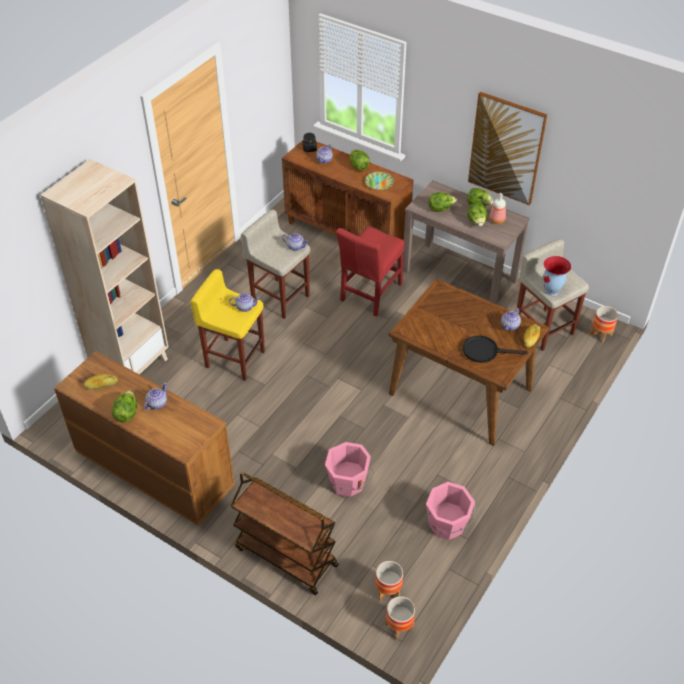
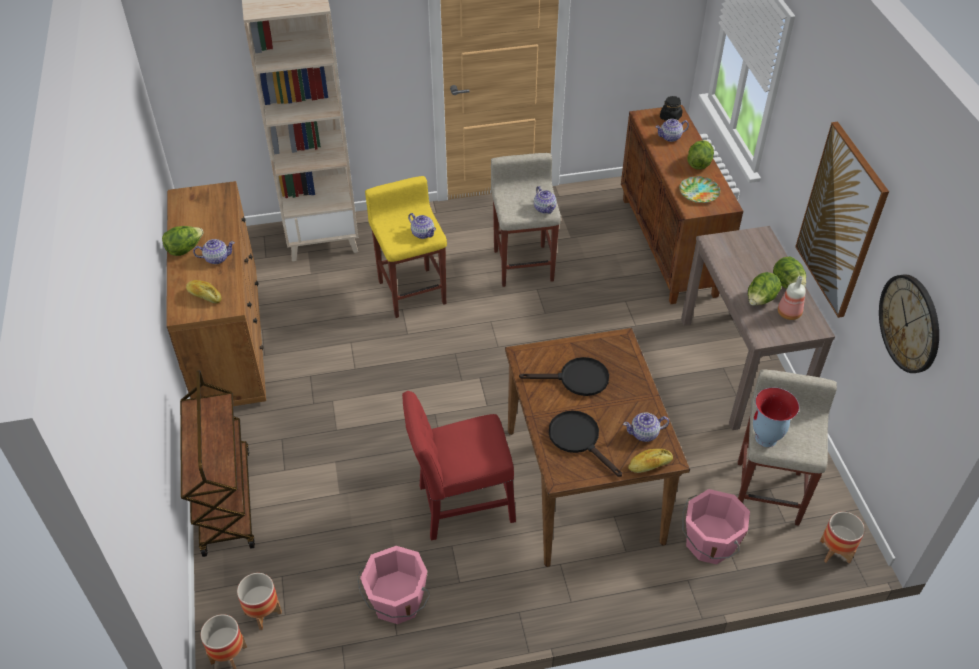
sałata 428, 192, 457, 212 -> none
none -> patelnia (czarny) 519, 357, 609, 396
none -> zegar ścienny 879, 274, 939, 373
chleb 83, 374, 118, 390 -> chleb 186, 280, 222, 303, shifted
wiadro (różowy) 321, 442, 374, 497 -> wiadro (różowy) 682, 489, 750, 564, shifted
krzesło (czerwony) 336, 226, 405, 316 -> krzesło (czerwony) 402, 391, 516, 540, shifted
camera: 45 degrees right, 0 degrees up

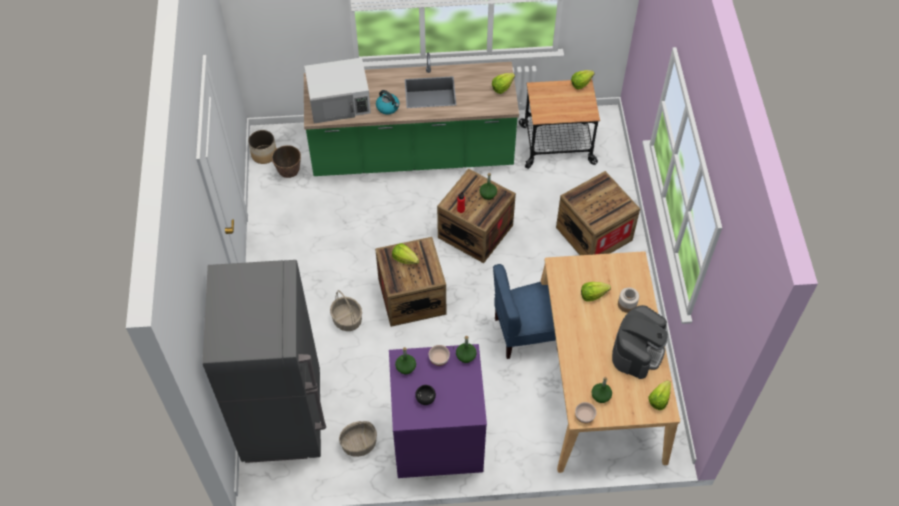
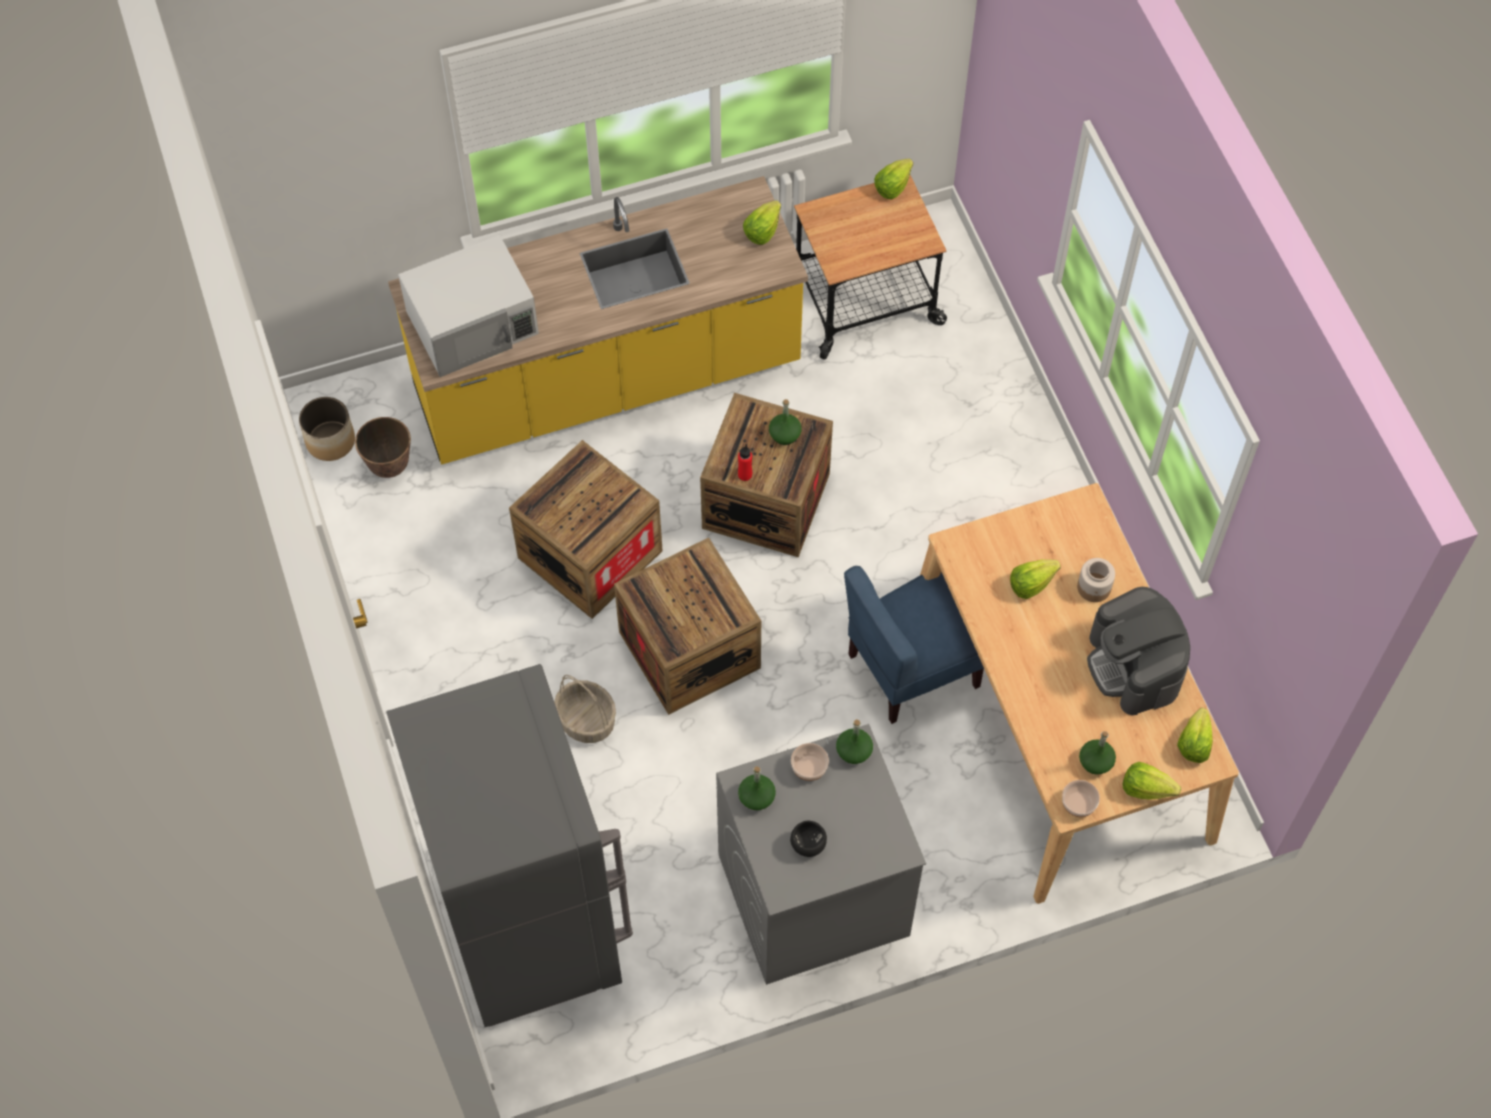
koszyk 339, 421, 377, 457 -> none
czajnik 376, 90, 399, 115 -> none
sałata 392, 243, 419, 264 -> sałata 1123, 762, 1181, 800, shifted
skrzynka 556, 171, 640, 255 -> skrzynka 509, 440, 663, 619, shifted
zabudowa kuchenna (zielony) 304, 52, 519, 176 -> zabudowa kuchenna (żółty) 388, 176, 808, 464
pralka (fioletowy) 389, 344, 487, 478 -> pralka (szary) 716, 724, 926, 985
ekspres do kawy 612, 305, 668, 379 -> ekspres do kawy 1087, 587, 1190, 715, 150 degrees clockwise
camera: 15 degrees left, 5 degrees up

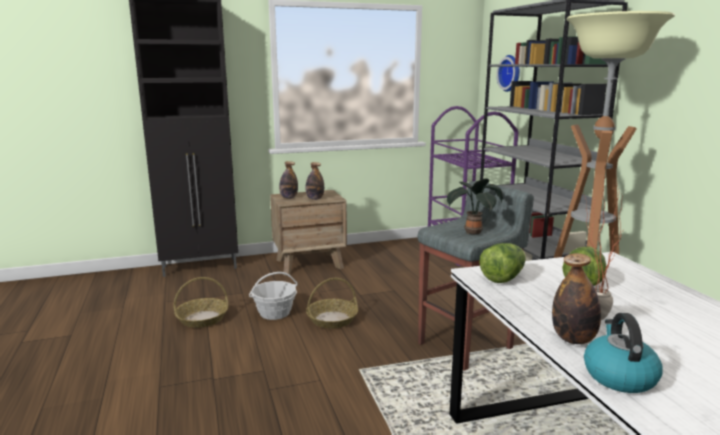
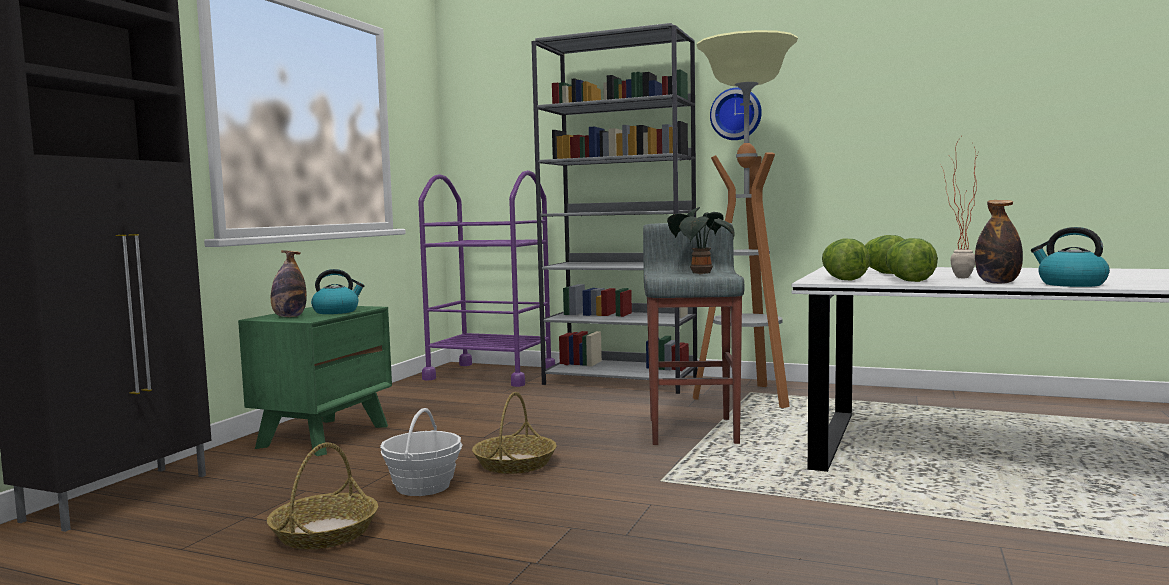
none -> sałata 885, 238, 938, 282
zegar ścienny 496, 55, 520, 92 -> zegar ścienny 710, 88, 762, 140, shifted
butelka 306, 162, 324, 200 -> czajnik 311, 269, 365, 314
szafka nocna (brązowy) 270, 190, 347, 276 -> szafka nocna (zielony) 238, 306, 392, 456
camera: 50 degrees left, 10 degrees down

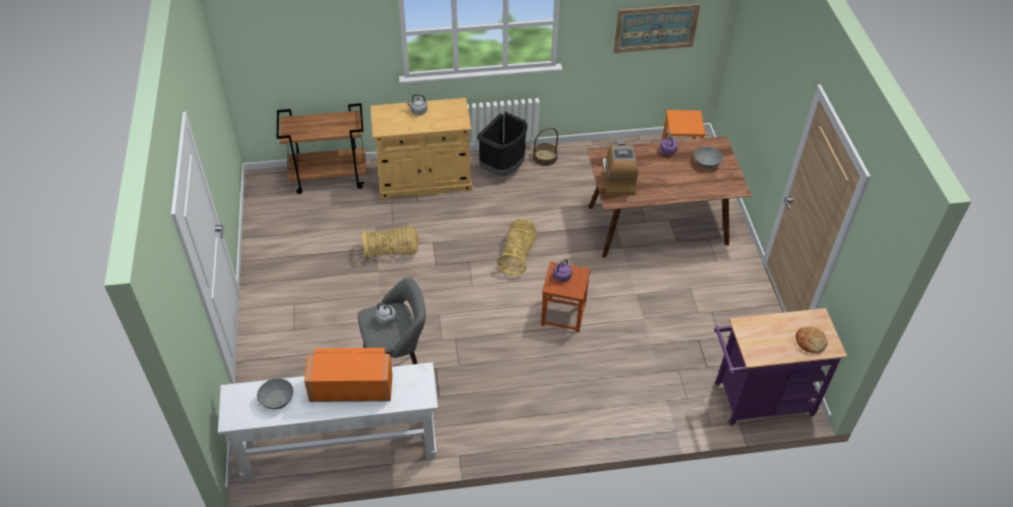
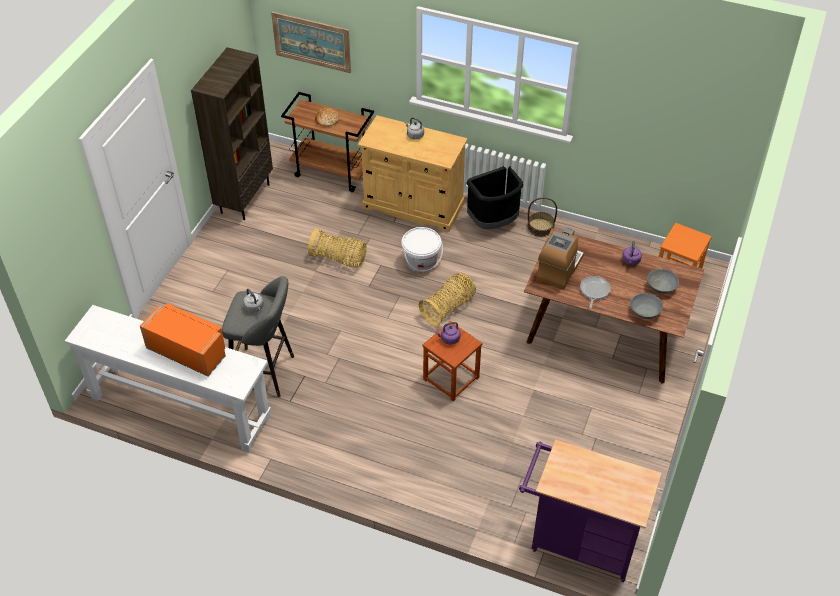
none -> regał (brązowy) 191, 47, 273, 220
none -> wiadro (biały) 402, 227, 443, 273
none -> patelnia 580, 276, 610, 309
miska (szary) 257, 378, 293, 409 -> miska (szary) 630, 293, 663, 319, shifted
obraz 614, 4, 700, 53 -> obraz 271, 12, 351, 73, shifted
chleb 796, 327, 828, 353 -> chleb 315, 108, 339, 127, shifted
camera: 30 degrees right, 0 degrees up

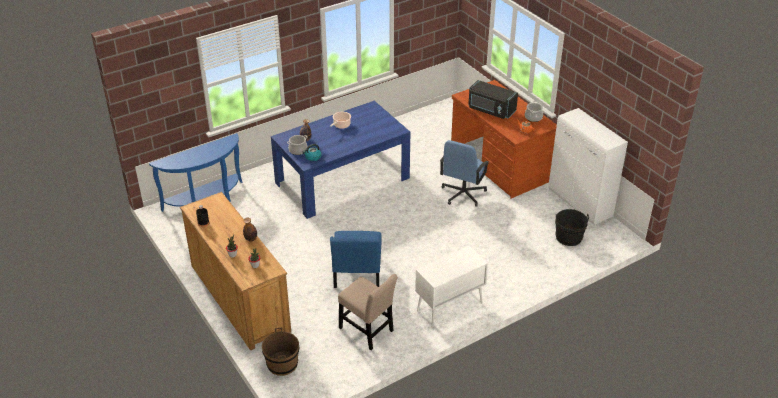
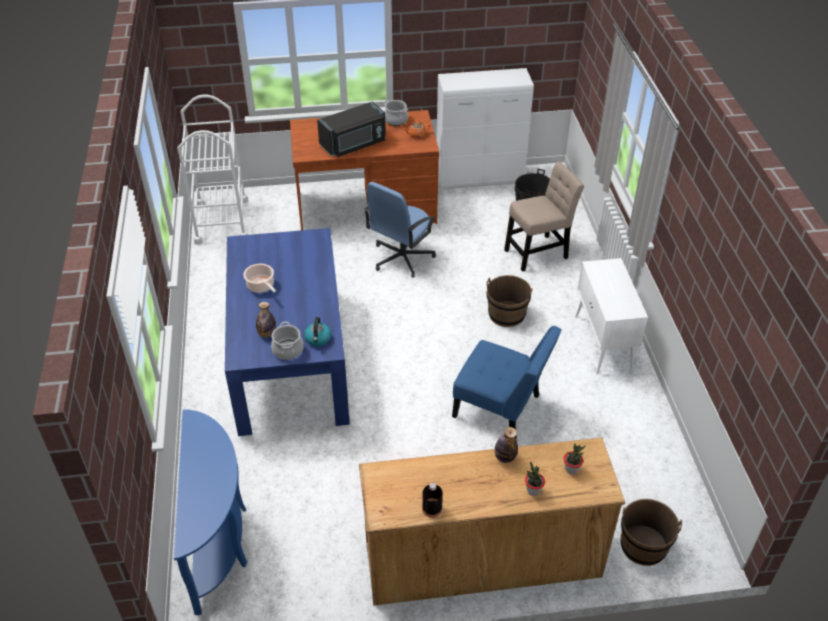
none -> wózek (biały) 177, 94, 248, 245
none -> wiadro (brązowy) 486, 275, 533, 327
krzesło (beżowy) 338, 274, 398, 350 -> krzesło (beżowy) 504, 162, 584, 272, shifted
krzesło biurowe (niebieski) 440, 140, 489, 207 -> krzesło biurowe (niebieski) 364, 182, 436, 278, 75 degrees clockwise
camera: 65 degrees left, 5 degrees up

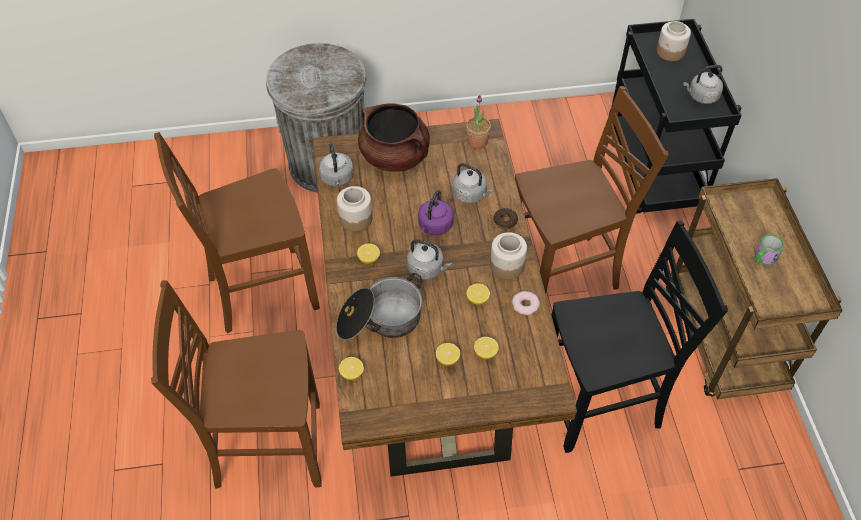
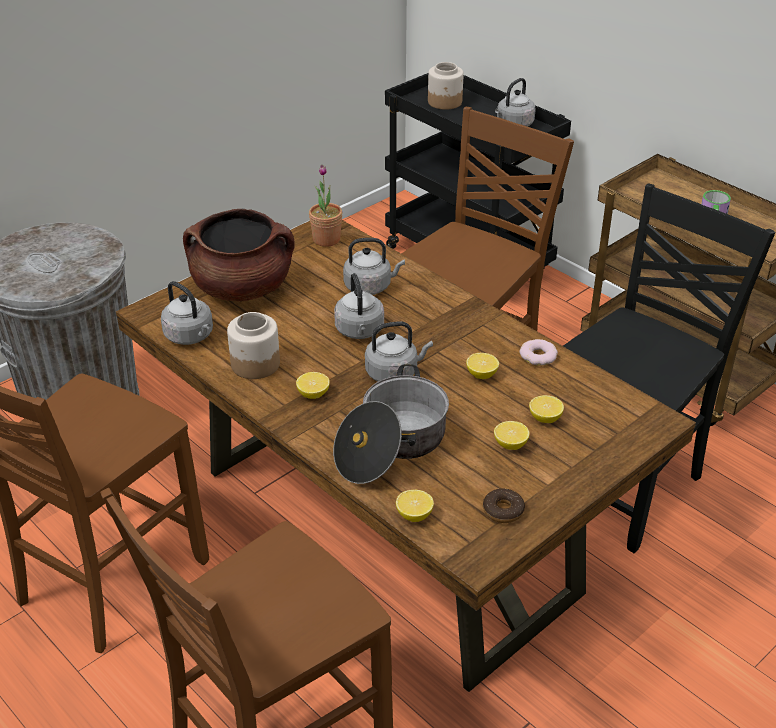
słoik 490, 232, 527, 279 -> none
donut 493, 208, 518, 229 -> donut 483, 488, 525, 523, shifted
czajnik (fioletowy) 418, 190, 454, 235 -> czajnik (szary) 334, 273, 384, 339
camera: 35 degrees left, 15 degrees down

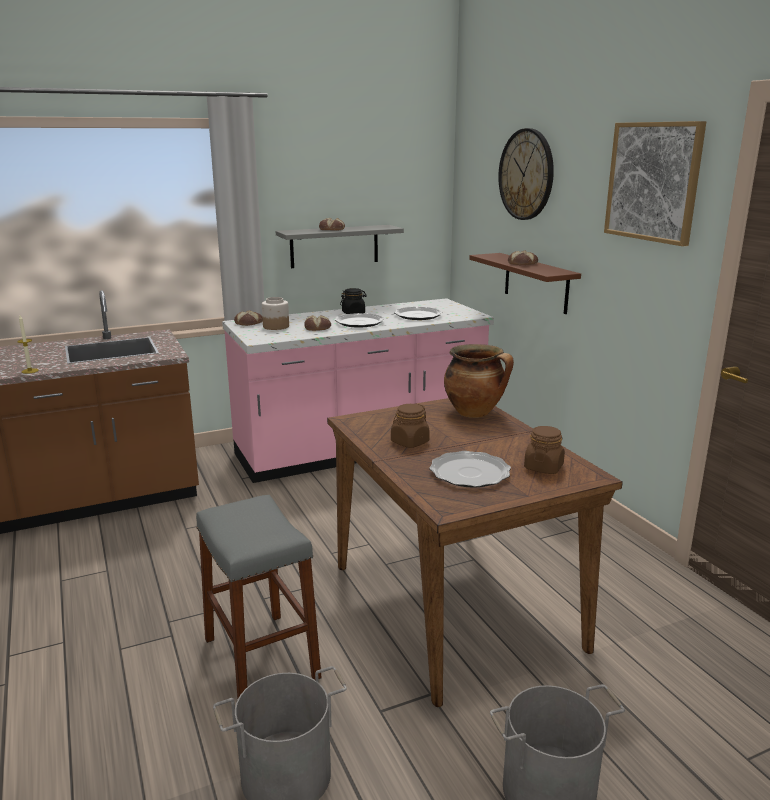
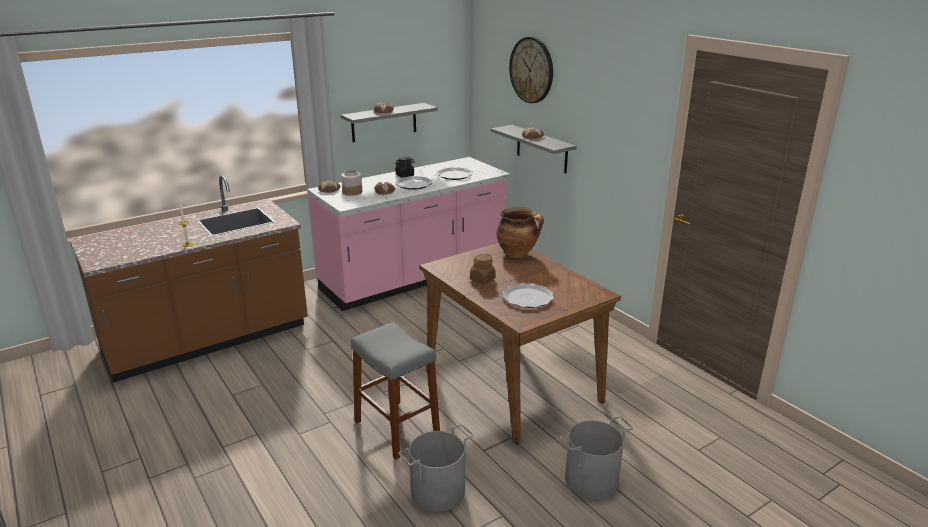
słoik (brązowy) 524, 426, 565, 474 -> none
obraz 604, 121, 706, 246 -> none
półka (brązowy) 469, 253, 581, 314 -> półka (szary) 491, 125, 576, 173
camera: 10 degrees left, 5 degrees up

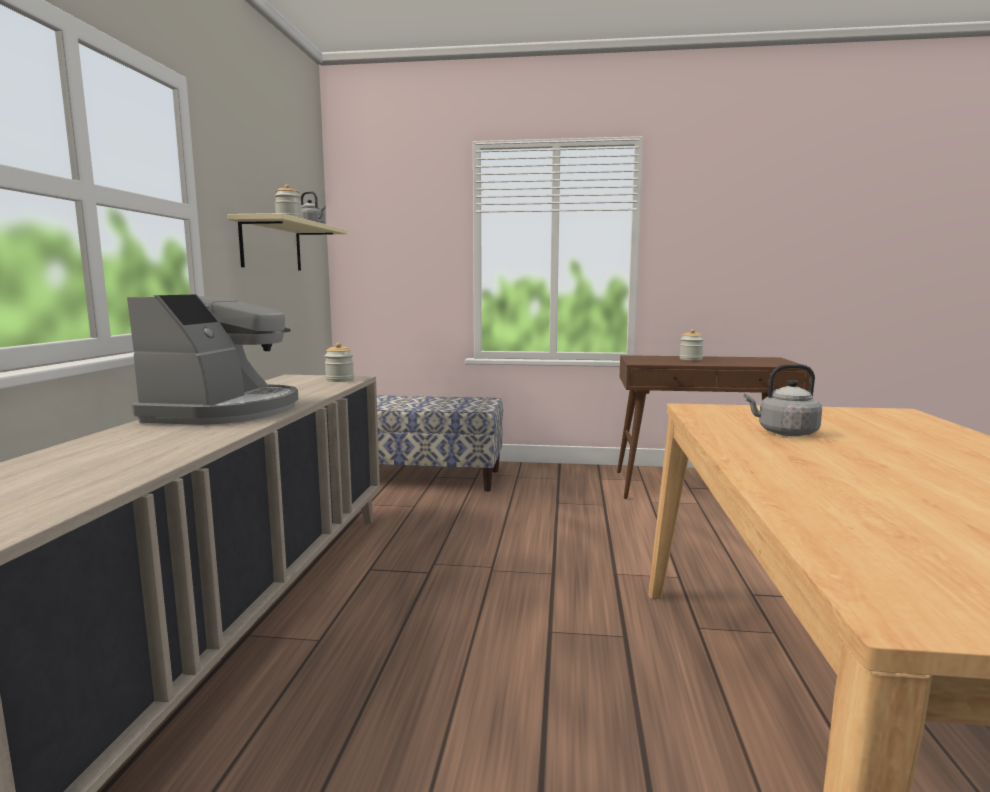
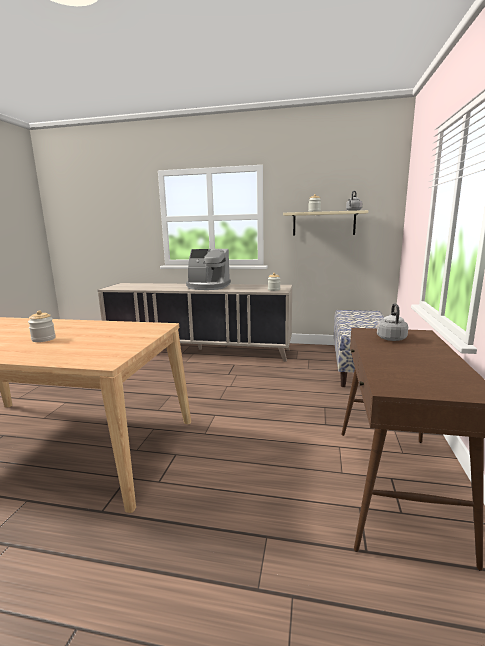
słoik 679, 329, 704, 360 -> słoik 28, 310, 56, 342, shifted
czajnik (szary) 744, 364, 822, 436 -> czajnik (szary) 377, 303, 408, 341, shifted
camera: 95 degrees right, 5 degrees up

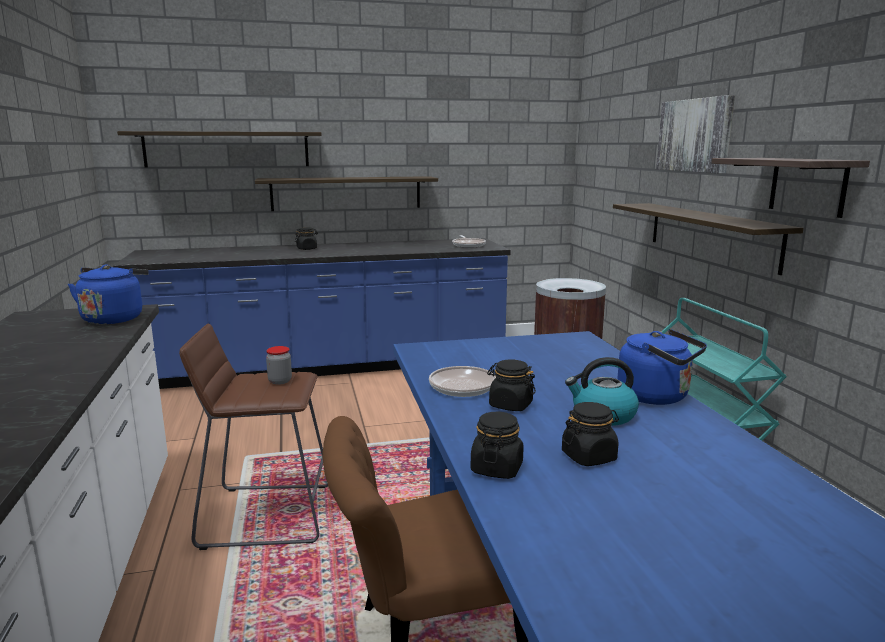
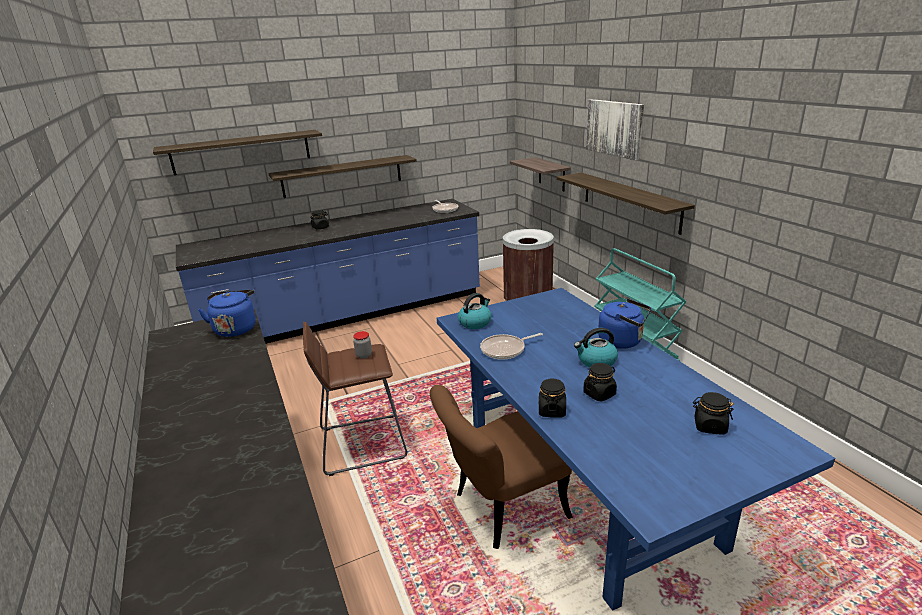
none -> czajnik 458, 293, 492, 329
słoik (czarny) 487, 359, 536, 411 -> słoik (czarny) 693, 392, 733, 435, shifted
półka 712, 158, 870, 218 -> półka 510, 157, 571, 191, shifted
camera: 10 degrees left, 10 degrees up

